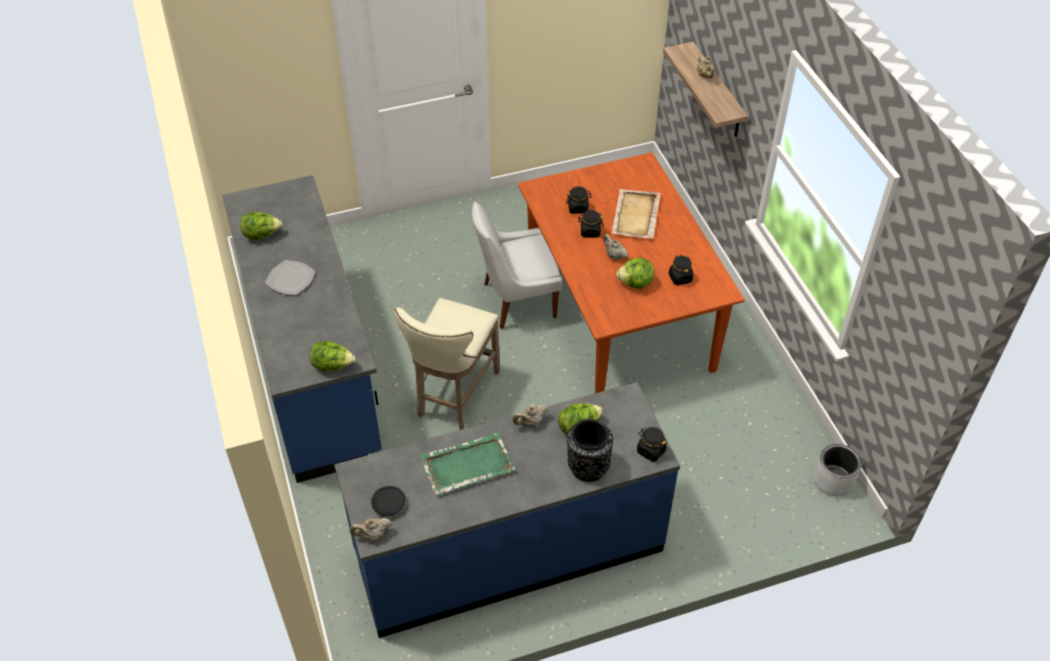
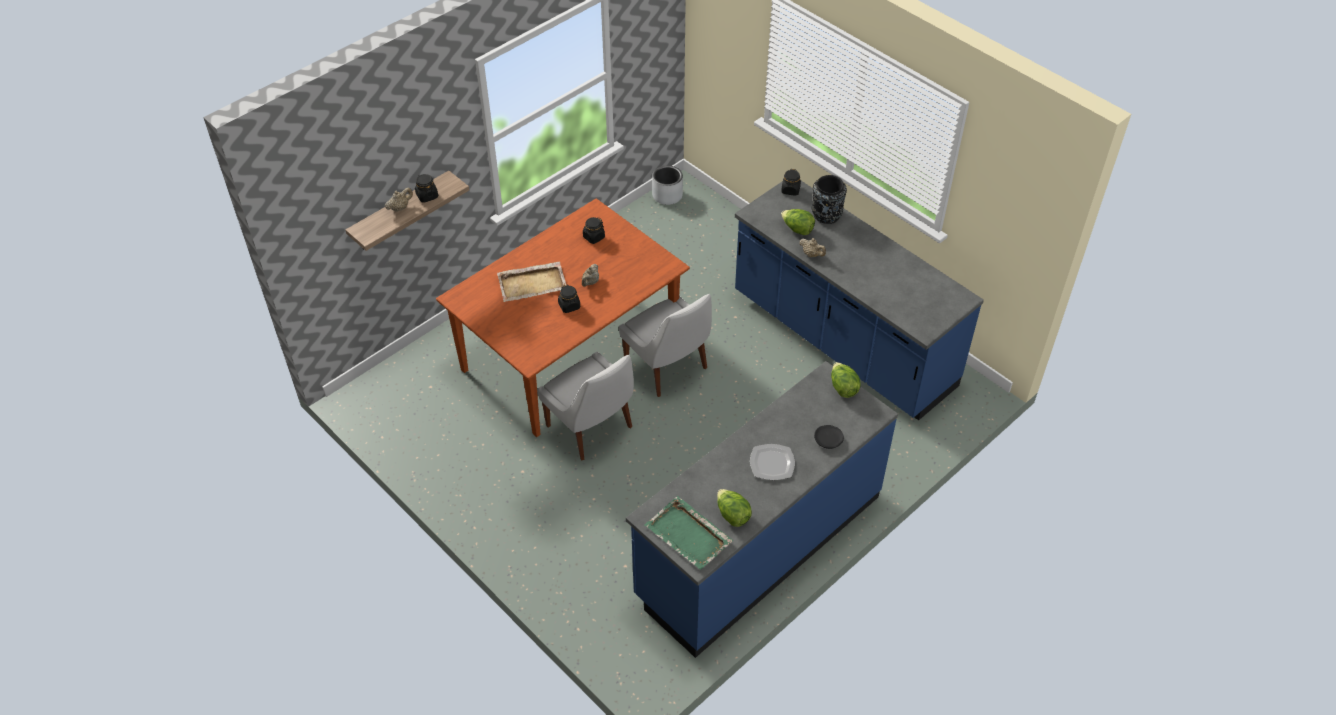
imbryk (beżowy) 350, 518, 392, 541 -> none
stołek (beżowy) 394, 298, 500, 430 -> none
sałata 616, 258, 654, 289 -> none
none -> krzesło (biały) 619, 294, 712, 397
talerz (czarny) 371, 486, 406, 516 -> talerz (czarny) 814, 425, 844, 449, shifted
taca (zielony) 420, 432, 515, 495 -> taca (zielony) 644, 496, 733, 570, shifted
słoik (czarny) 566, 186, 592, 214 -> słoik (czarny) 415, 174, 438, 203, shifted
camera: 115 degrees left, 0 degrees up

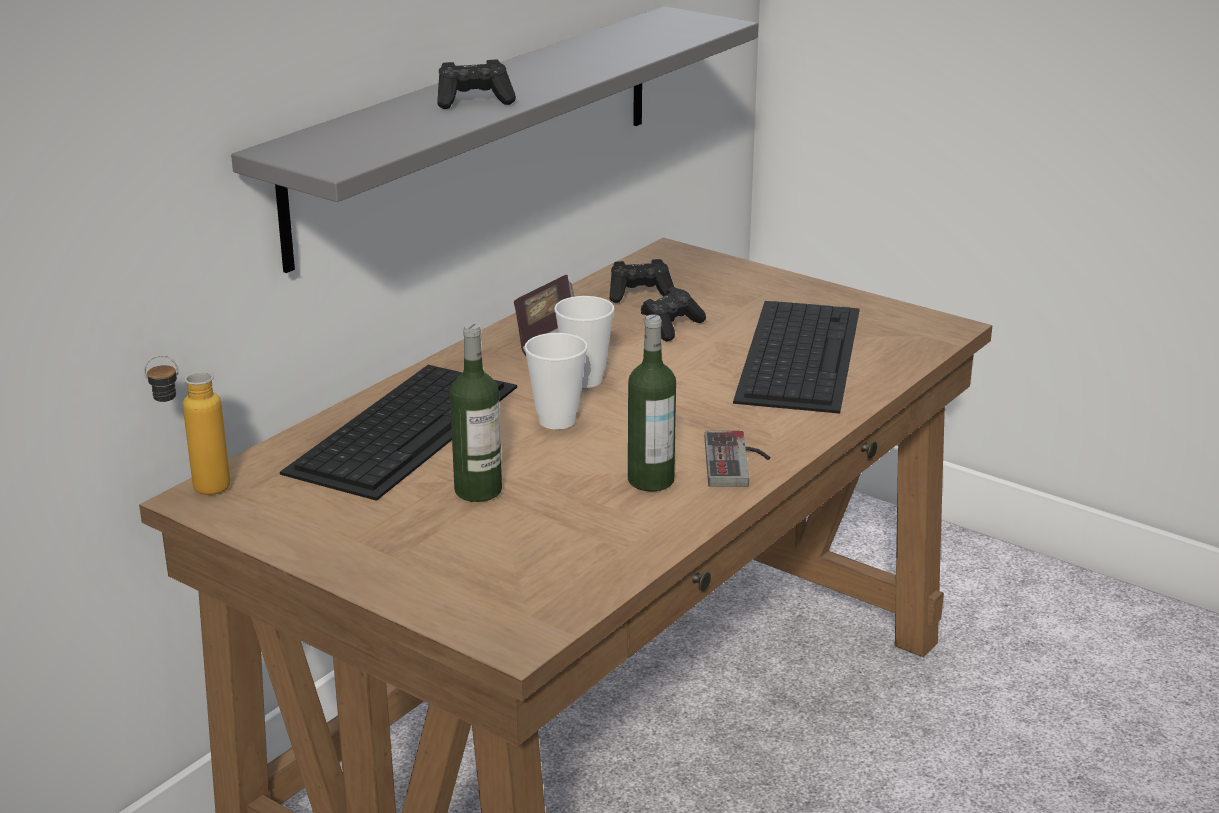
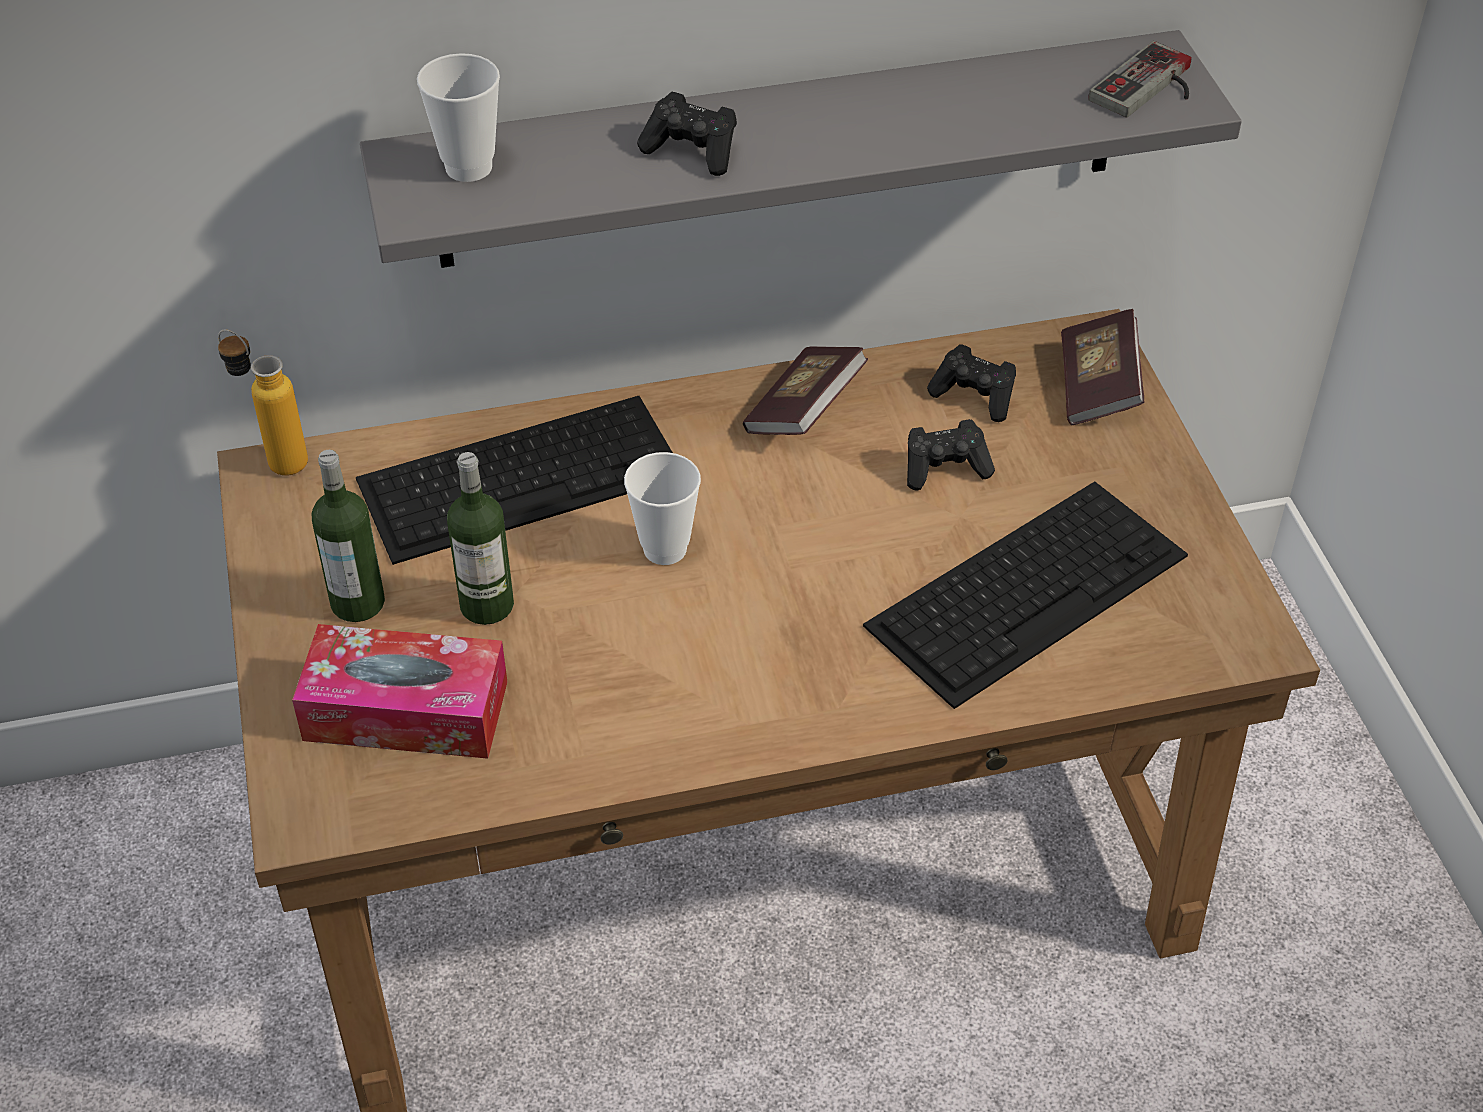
none -> pudełko chusteczek 292, 624, 507, 759
none -> książka 1061, 309, 1144, 425
filiżanka 554, 296, 615, 388 -> filiżanka 417, 53, 500, 182, shifted
butelka 628, 314, 676, 491 -> butelka 312, 450, 385, 622, shifted
pad do gier 705, 431, 770, 487 -> pad do gier 1088, 41, 1192, 117, shifted
camera: 40 degrees right, 20 degrees up

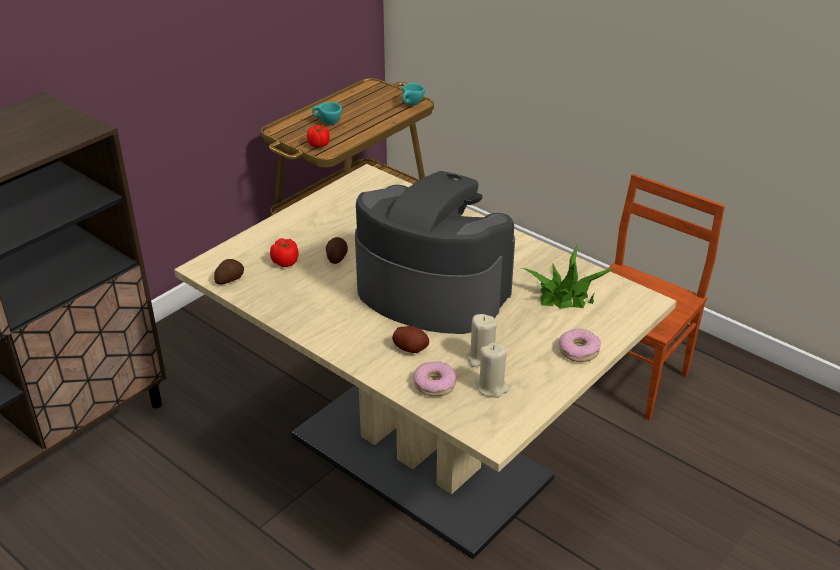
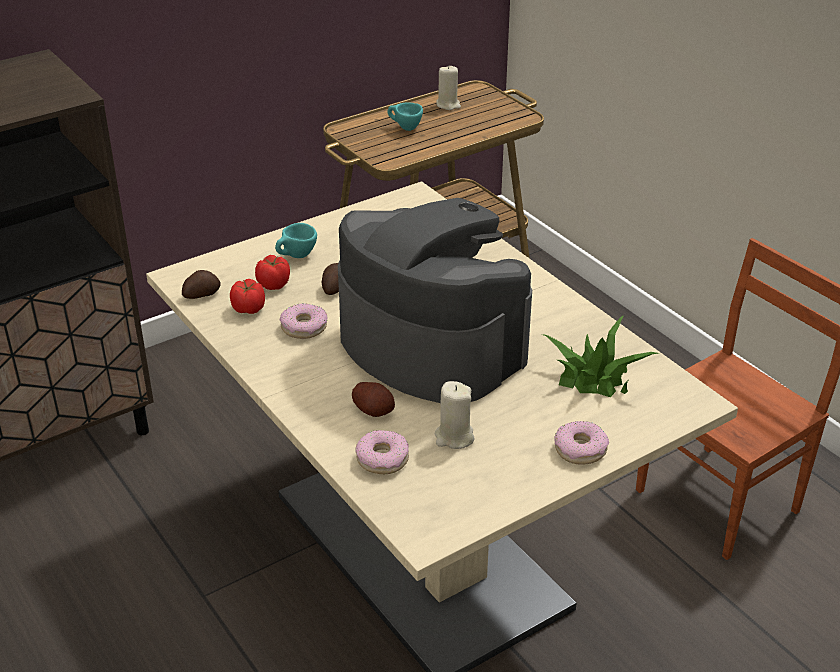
none -> donut 280, 303, 327, 339
pomidor 307, 125, 330, 147 -> pomidor 230, 279, 265, 314, shifted
filiżanka (turkusowy) 402, 83, 425, 105 -> filiżanka (turkusowy) 275, 223, 317, 258, shifted
świeca (beżowy) 475, 342, 510, 398 -> świeca (beżowy) 436, 65, 461, 110, shifted
camera: 15 degrees right, 0 degrees up

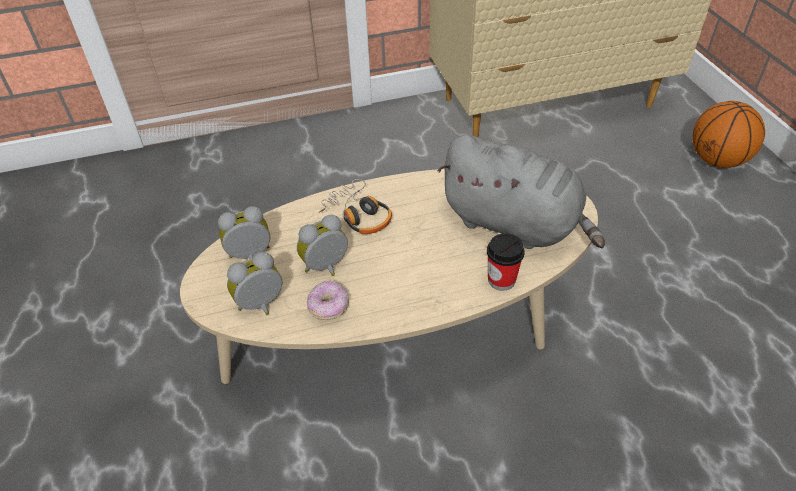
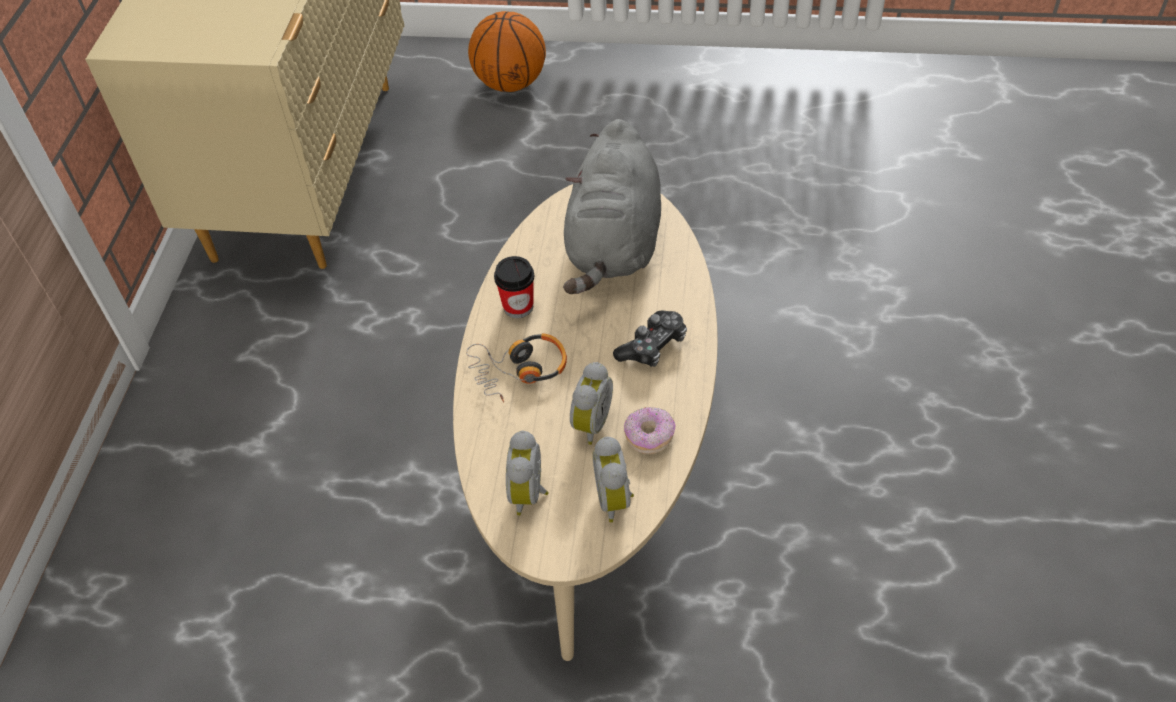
none -> pad do gier 613, 311, 687, 367
filiżanka 487, 233, 525, 291 -> filiżanka 494, 256, 535, 318, shifted
budzik 297, 215, 348, 276 -> budzik 570, 362, 613, 445, 150 degrees counterclockwise
pluszak (szary) 438, 135, 605, 249 -> pluszak (szary) 563, 119, 661, 294, 135 degrees clockwise
camera: 65 degrees left, 5 degrees up

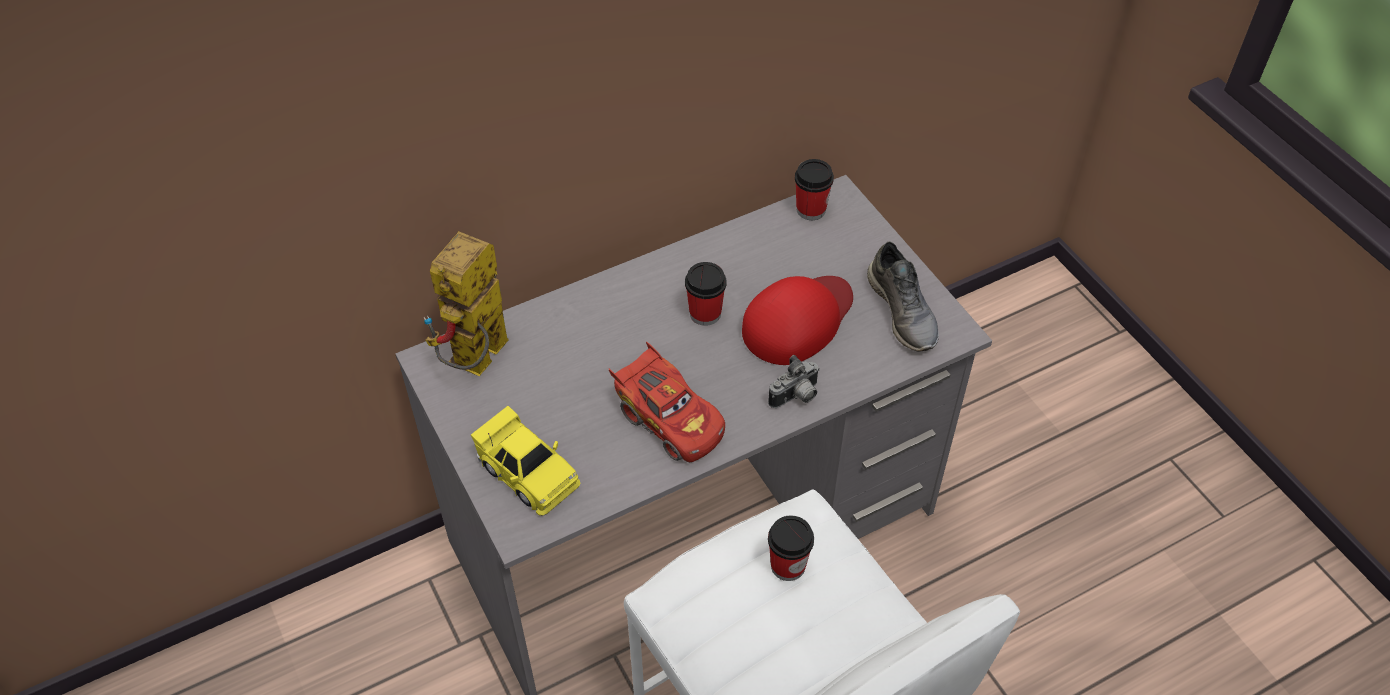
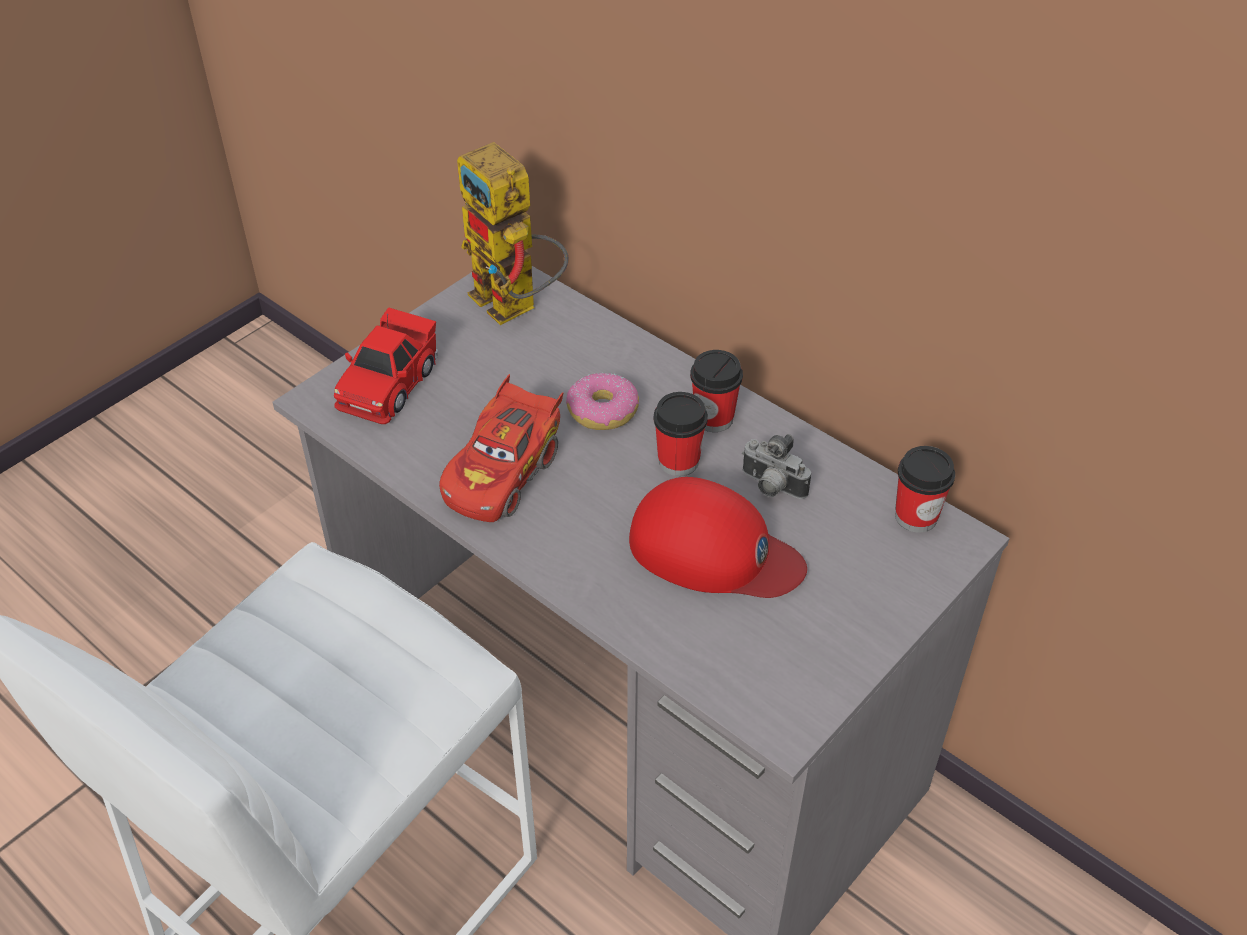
but (szary) 867, 241, 939, 351 -> none
none -> donut 566, 373, 639, 430
aparat fotograficzny 768, 355, 820, 408 -> aparat fotograficzny 742, 434, 811, 499, shifted
filiżanka 768, 515, 814, 581 -> filiżanka 690, 350, 743, 432, shifted
samochodzik (żółty) 471, 406, 580, 516 -> samochodzik (czerwony) 334, 307, 438, 424
robot zabawkowy 424, 232, 508, 376 -> robot zabawkowy 457, 142, 568, 325, 135 degrees counterclockwise
camera: 70 degrees right, 5 degrees down

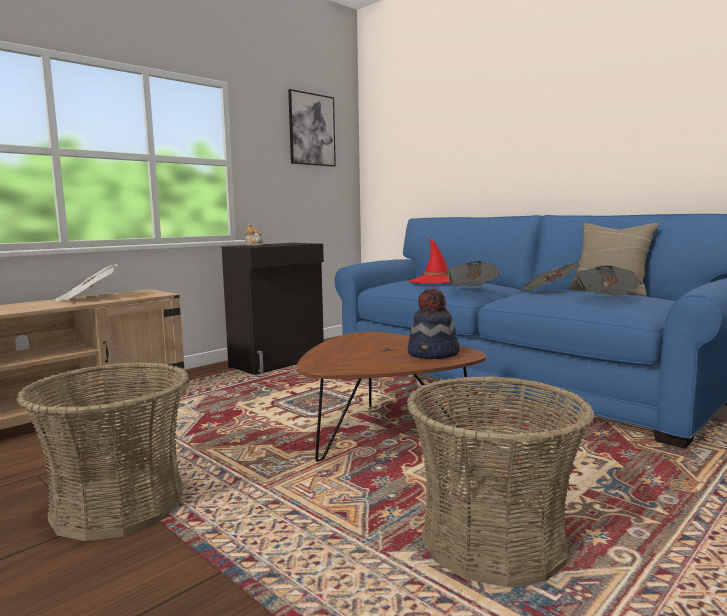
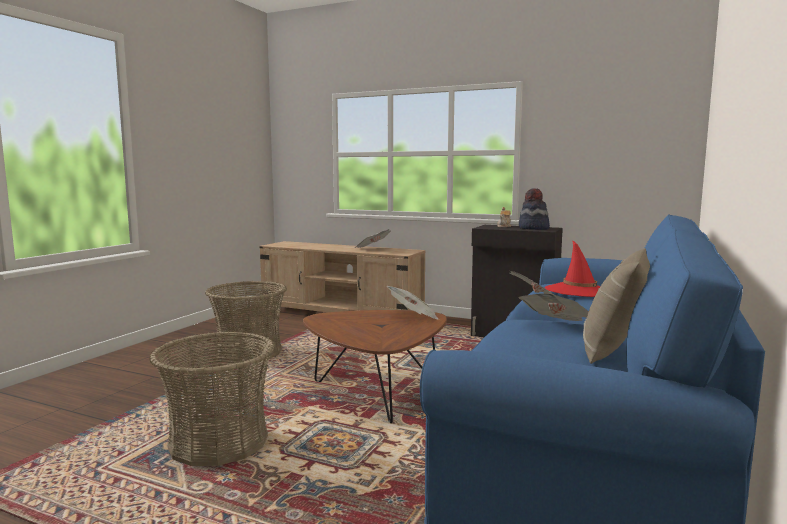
obraz 288, 89, 336, 167 -> none
kapelusz 408, 289, 460, 359 -> kapelusz 519, 188, 550, 230, shifted
gazeta 574, 265, 642, 295 -> gazeta 387, 286, 439, 320, shifted
camera: 70 degrees right, 0 degrees up

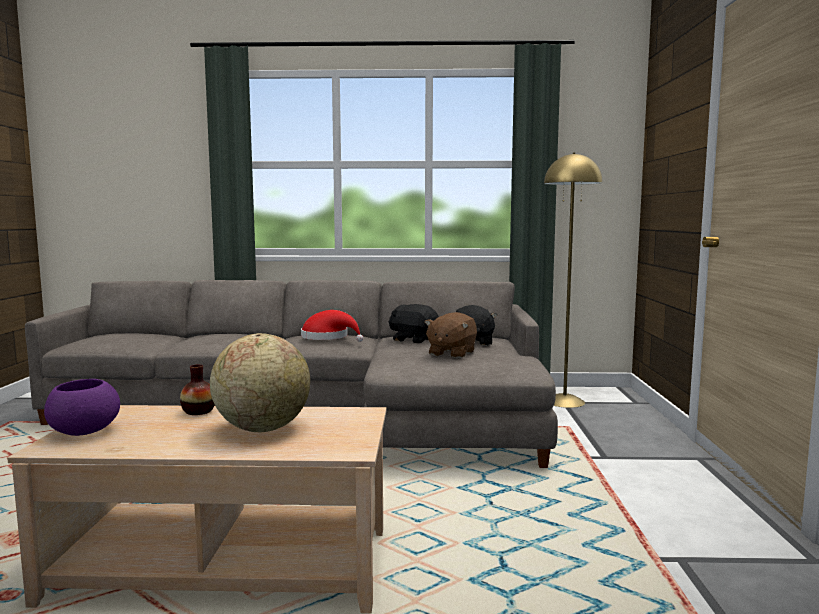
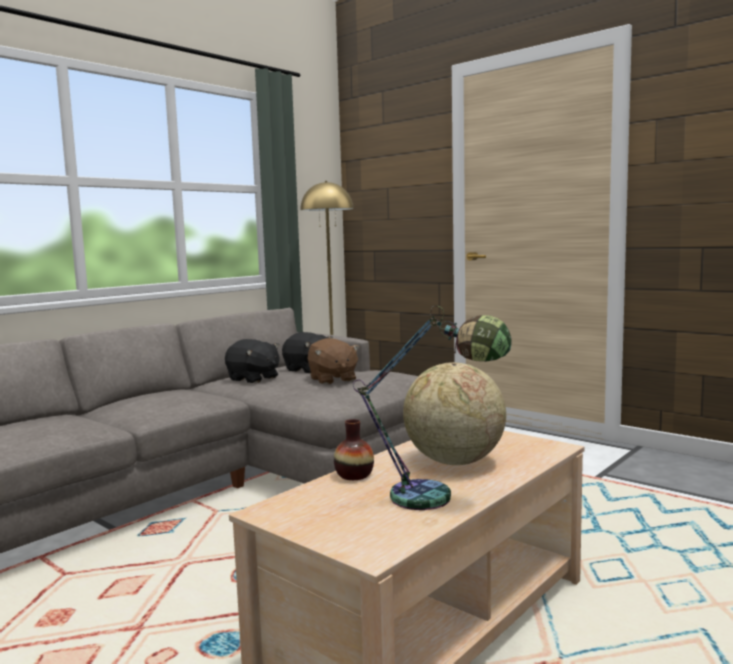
miska (fioletowy) 44, 379, 120, 436 -> none
kapelusz (czerwony) 301, 310, 363, 342 -> none
none -> lampa stołowa 353, 305, 511, 510
pluszak (czarny) 389, 304, 439, 343 -> pluszak (czarny) 225, 339, 280, 383, 120 degrees counterclockwise
camera: 50 degrees left, 0 degrees up

